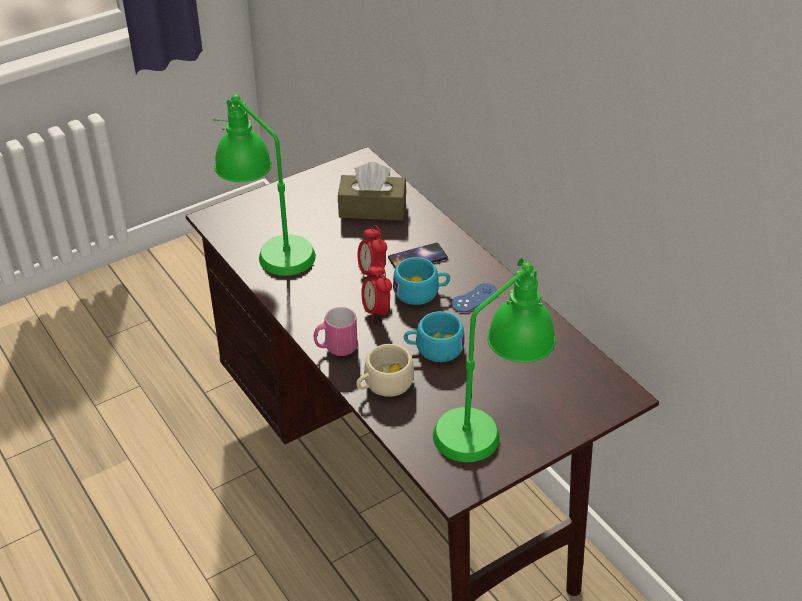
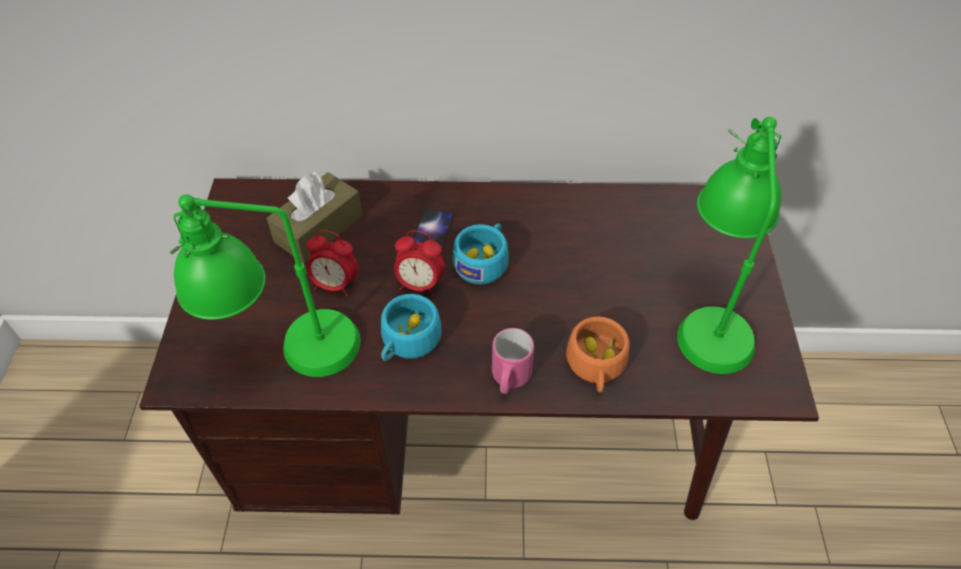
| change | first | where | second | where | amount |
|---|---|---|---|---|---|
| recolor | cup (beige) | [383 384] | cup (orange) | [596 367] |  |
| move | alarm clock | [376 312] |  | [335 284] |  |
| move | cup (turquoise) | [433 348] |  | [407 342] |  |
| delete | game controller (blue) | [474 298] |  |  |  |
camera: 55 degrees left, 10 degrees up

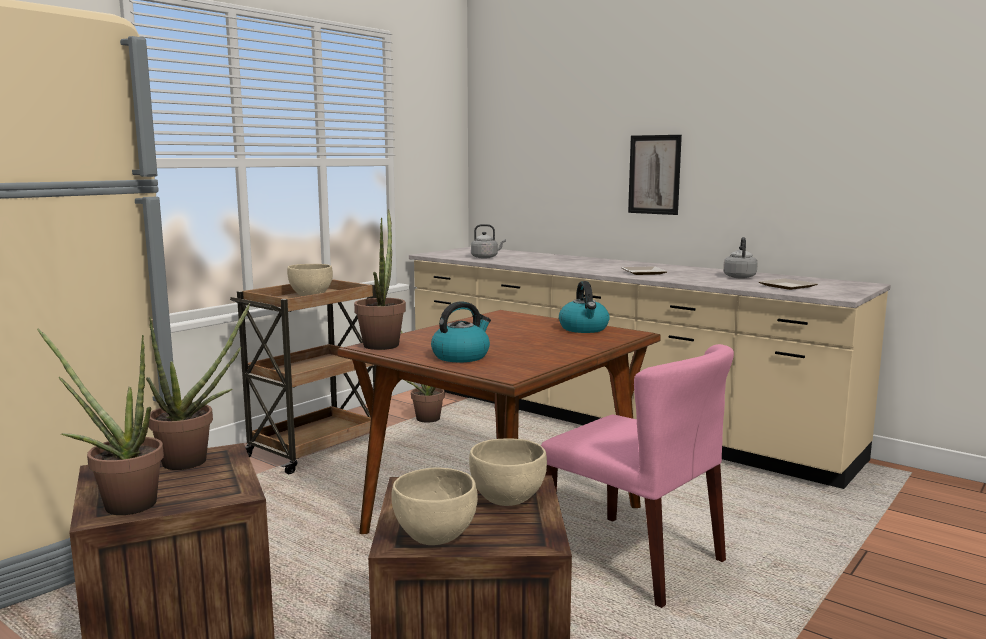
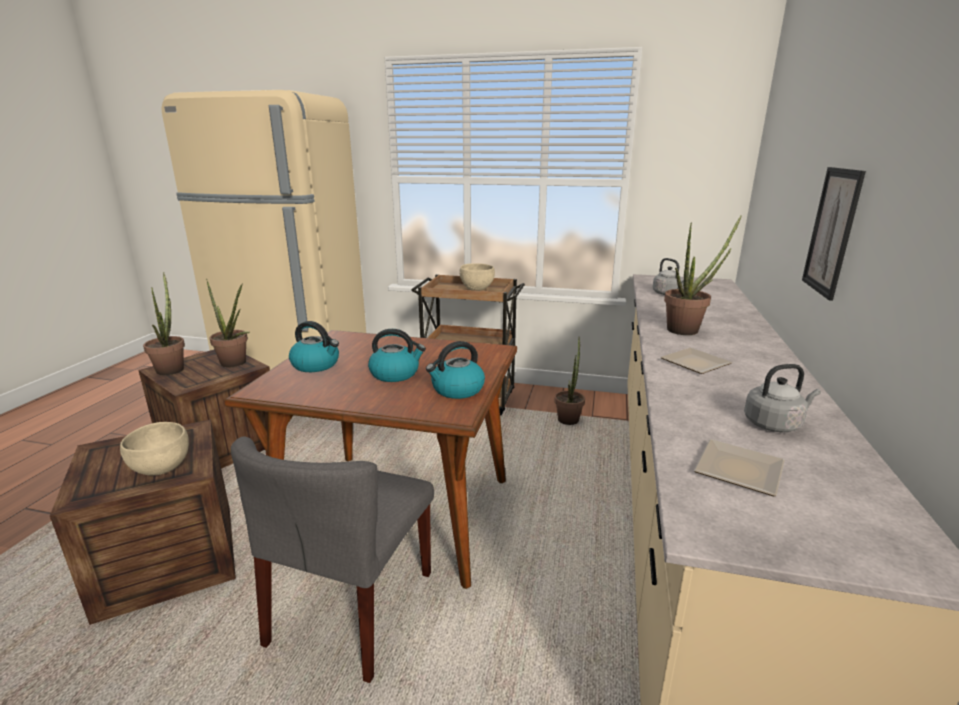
| change | first | where | second | where | amount |
|---|---|---|---|---|---|
| move | potted plant | [383 343] |  | [688 329] |  |
| delete | bowl (beige) | [435 537] |  |  |  |
| recolor | chair (pink) | [635 559] | chair (grey) | [352 608] |  |
| insert |  |  | kettle | [395 374] |  |
camera: 65 degrees right, 10 degrees up

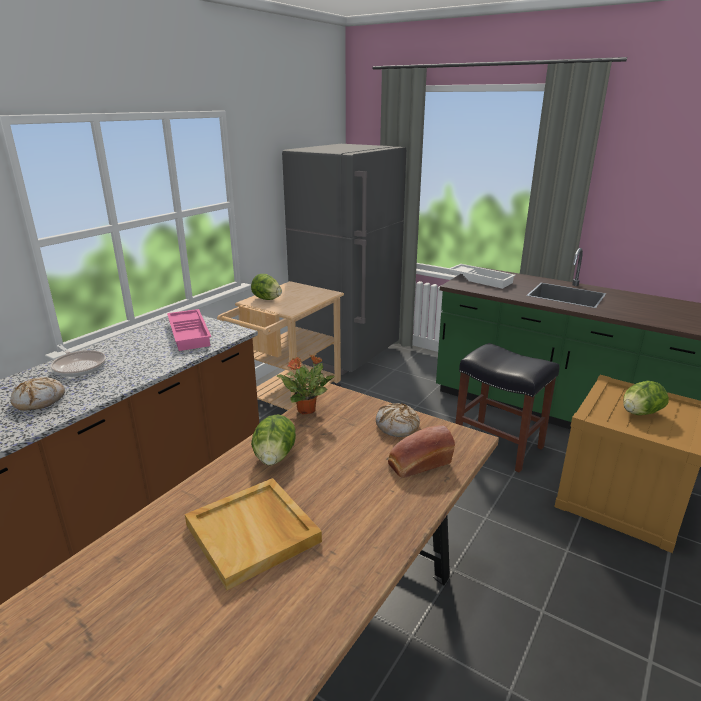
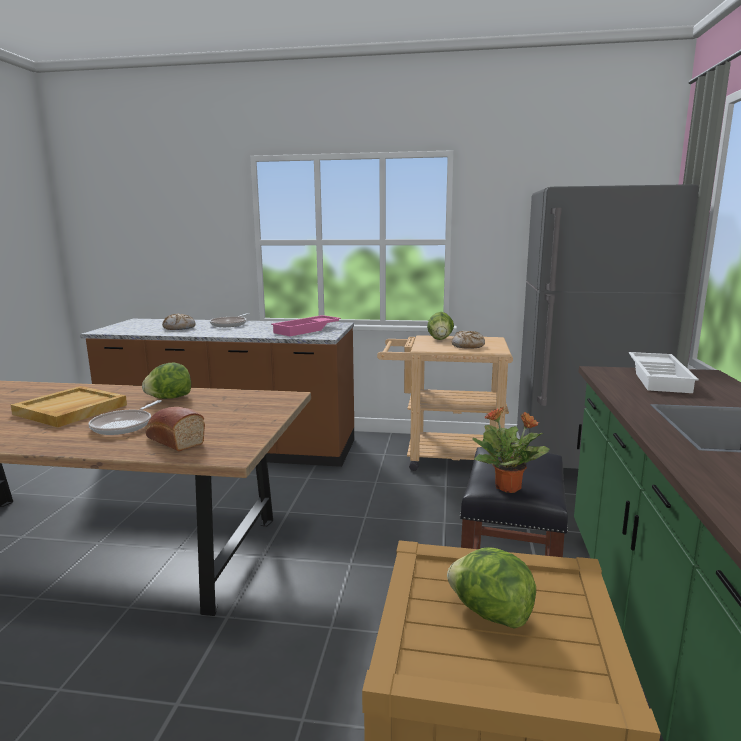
| change | first | where | second | where | amount |
|---|---|---|---|---|---|
| move | potted plant | [307 410] |  | [509 488] |  |
| move | bread | [397 426] |  | [468 346] |  |
| insert |  |  | frying pan | [124 425] |  |
camera: 65 degrees right, 10 degrees down

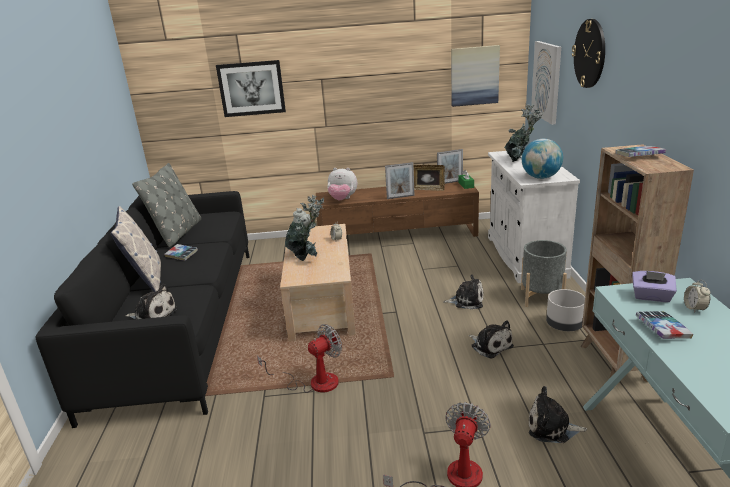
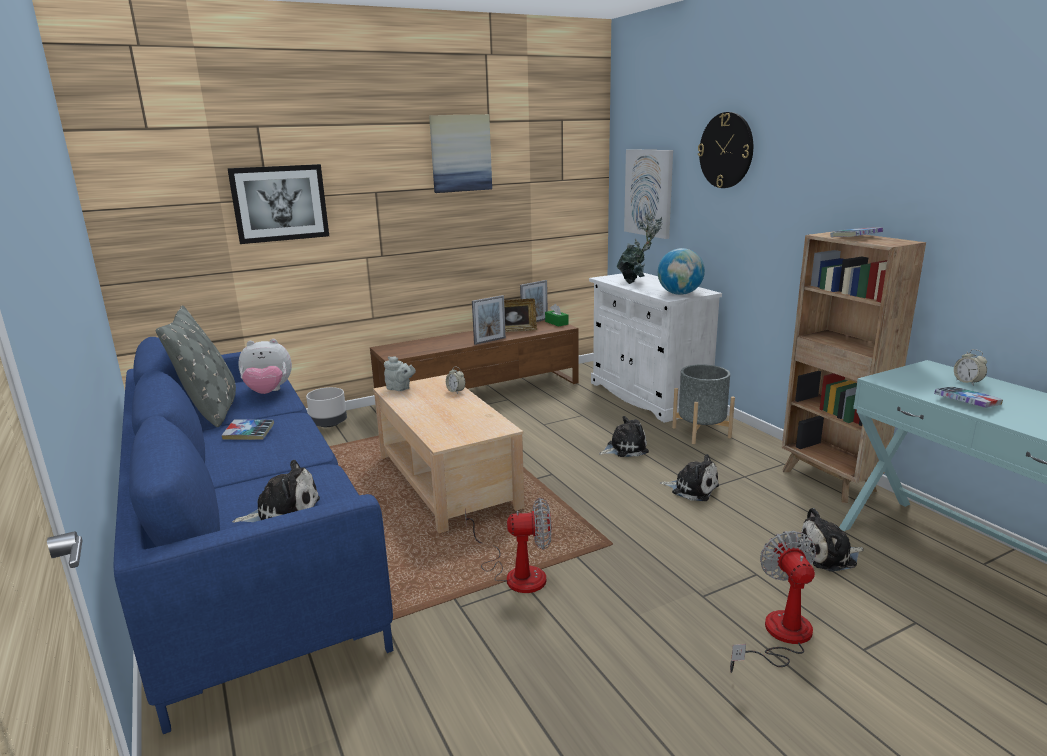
| change | first | where | second | where | amount |
|---|---|---|---|---|---|
| recolor | sofa (black) | [181 322] | sofa (blue) | [248 542] |  |
| delete | pillow | [146 280] |  |  |  |
| rotate | fan | [314 382] |  | [516 573] | 60 degrees clockwise |
| delete | potted plant | [307 257] |  |  |  |
| move | plush toy | [342 199] |  | [268 392] |  |
| move | picture | [474 76] |  | [460 153] |  |
| move | planter (grey) | [564 326] |  | [329 424] |  |
| delete | tissue box (purple) | [651 297] |  |  |  |
camera: 25 degrees left, 5 degrees down

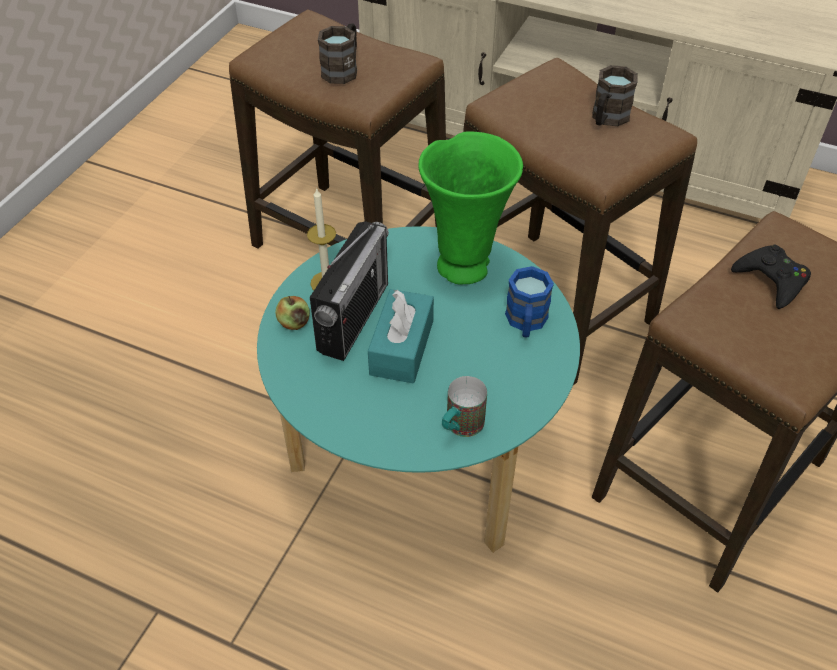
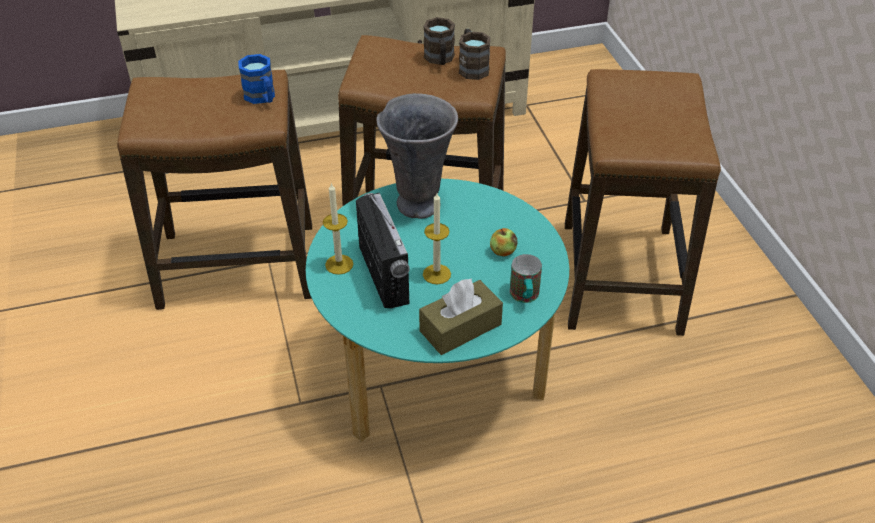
| change | first | where | second | where | amount |
|---|---|---|---|---|---|
| move | apple | [294 323] |  | [503 251] |  |
| move | mug (brown) | [343 69] |  | [472 67] |  |
| replace | tissue box (turquoise) | [402 347] | candle | [436 274] |  |
| recolor | vase (green) | [465 265] | vase (grey) | [418 203] |  |
| move | mug (blue) | [526 323] |  | [262 98] |  |
| delete | game controller (black) | [771 280] |  |  |  |
| insert |  |  | tissue box (brown) | [460 328] |  |
camera: 40 degrees left, 5 degrees down

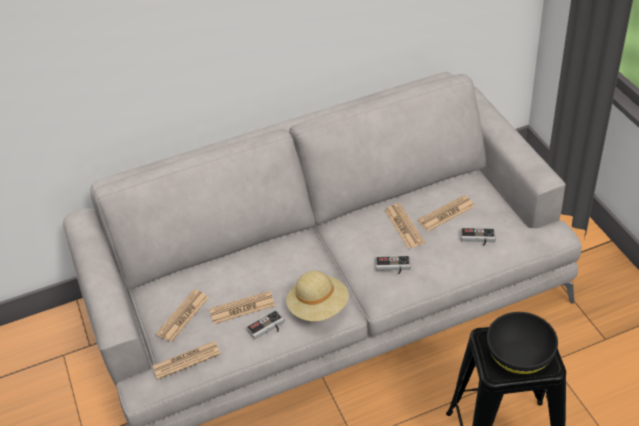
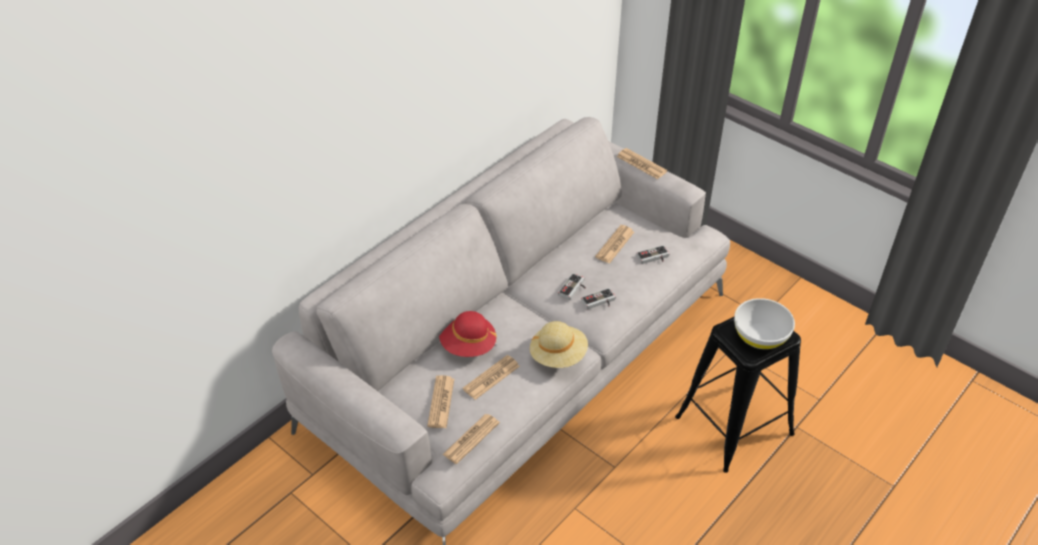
| change | first | where | second | where | amount |
|---|---|---|---|---|---|
| move | game controller | [267 328] |  | [574 289] |  |
| move | newspaper | [404 226] |  | [641 164] |  |
| recolor | bowl (black) | [519 356] | bowl (white) | [760 336] |  |
| insert |  |  | hat (red) | [468 345] |  |
camera: 30 degrees left, 0 degrees up

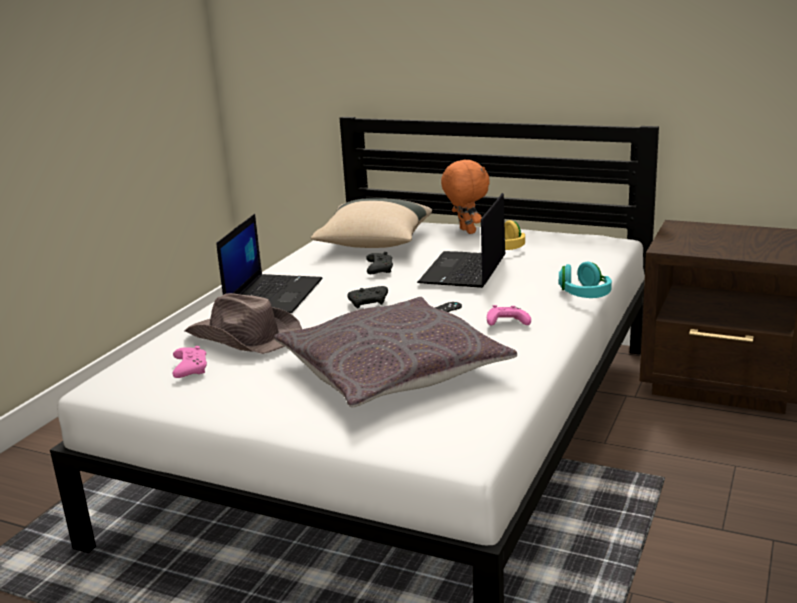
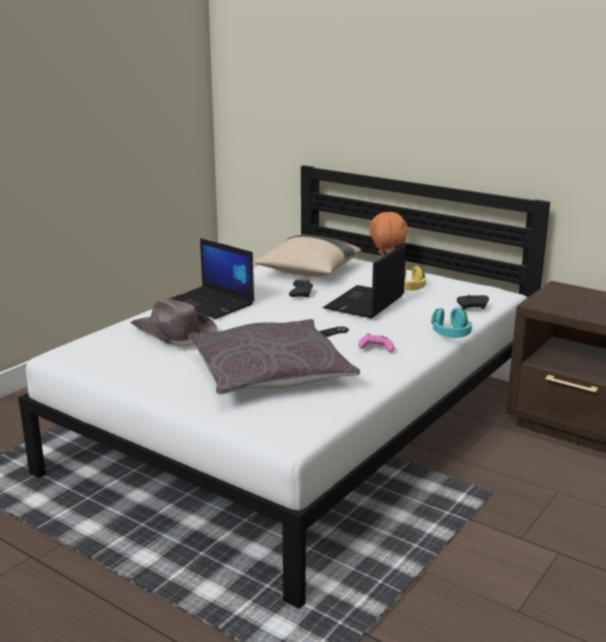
| change | first | where | second | where | amount |
|---|---|---|---|---|---|
| delete | game controller (pink) | [190 369] |  |  |  |
| rotate | laptop | [274 294] |  | [211 303] | 105 degrees clockwise |
| move | game controller (black) | [369 303] |  | [473 307] |  |
camera: 10 degrees right, 0 degrees up

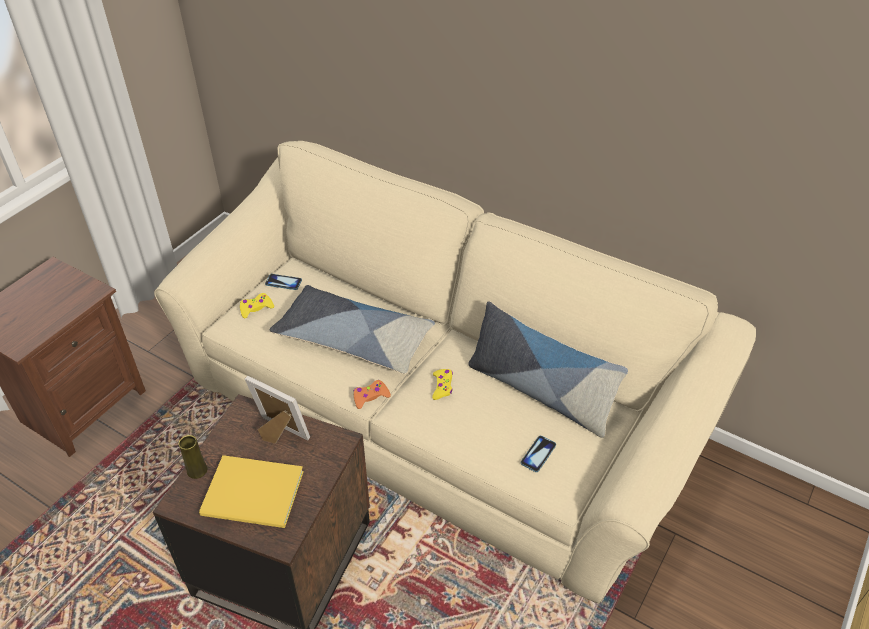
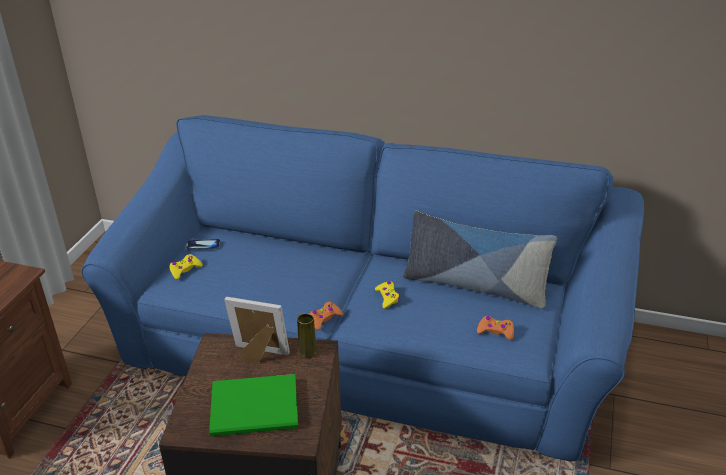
| change | first | where | second | where | amount |
|---|---|---|---|---|---|
| recolor | sofa (beige) | [435 412] | sofa (blue) | [365 344] |  |
| move | vase (yellow) | [197 470] |  | [307 352] |  |
| recolor | book (yellow) | [255 496] | book (green) | [257 409] |  |
| delete | pillow | [353 339] |  |  |  |
| replace | phone | [538 454] | game controller (orange) | [495 331] |  |
camera: 15 degrees left, 10 degrees down

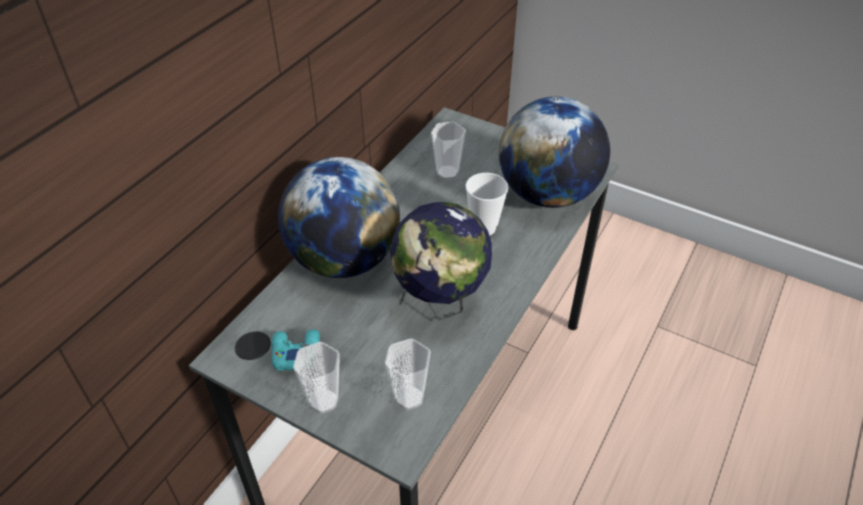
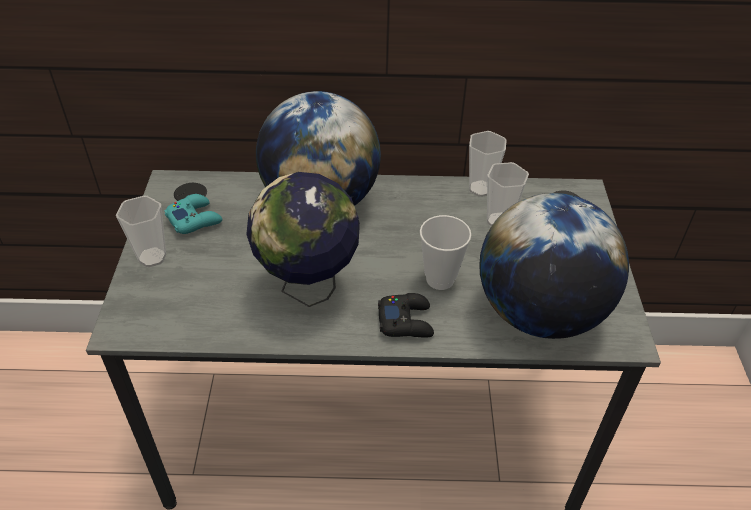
| change | first | where | second | where | amount |
|---|---|---|---|---|---|
| move | cup | [409 397] |  | [480 189] |  |
| insert |  |  | game controller (black) | [406 321] |  |
camera: 60 degrees right, 0 degrees up

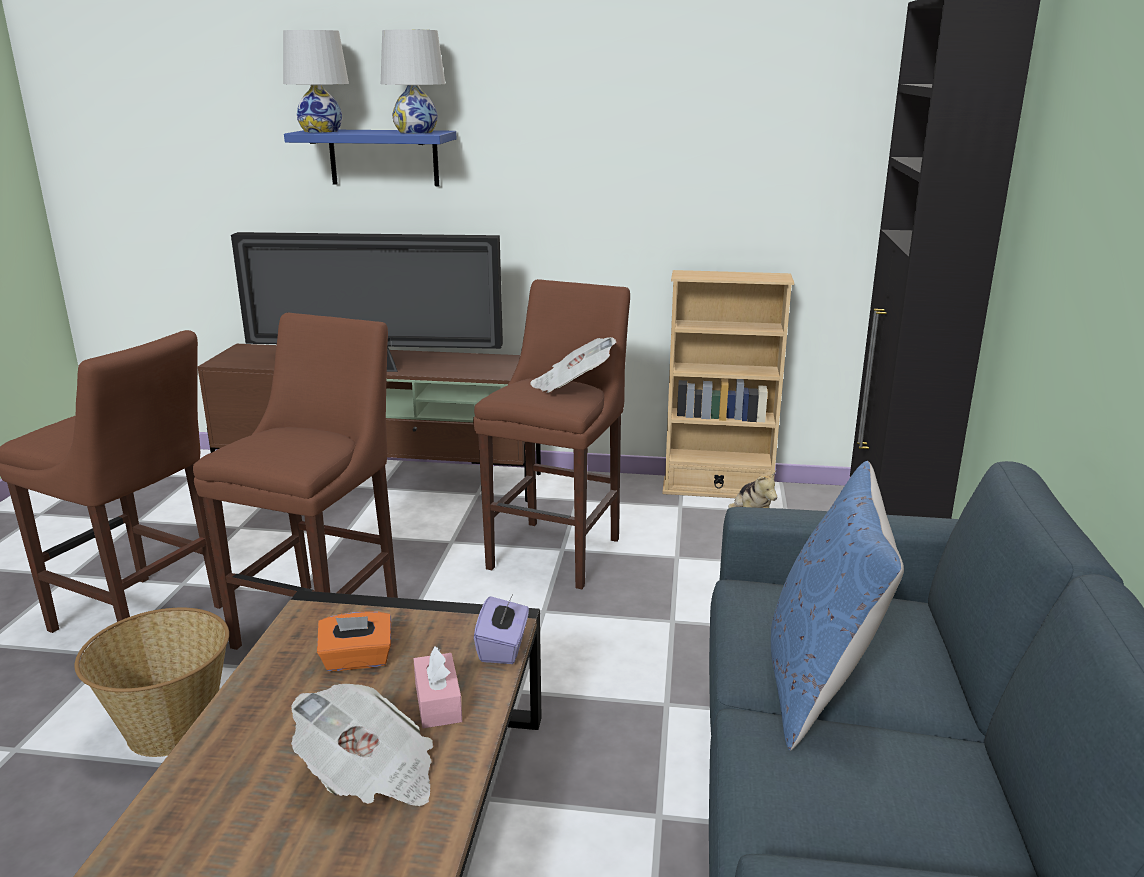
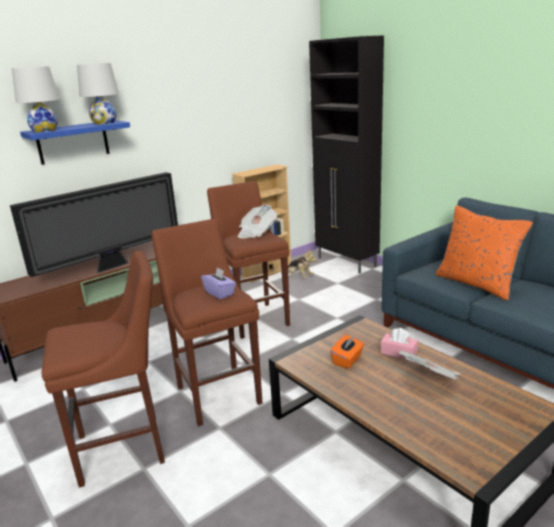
| change | first | where | second | where | amount |
|---|---|---|---|---|---|
| delete | basket | [170 727] |  |  |  |
| move | tissue box (purple) | [503 647] |  | [220 293] |  |
| recolor | pillow (blue) | [820 680] | pillow (orange) | [477 283] |  |
camera: 45 degrees left, 0 degrees up

